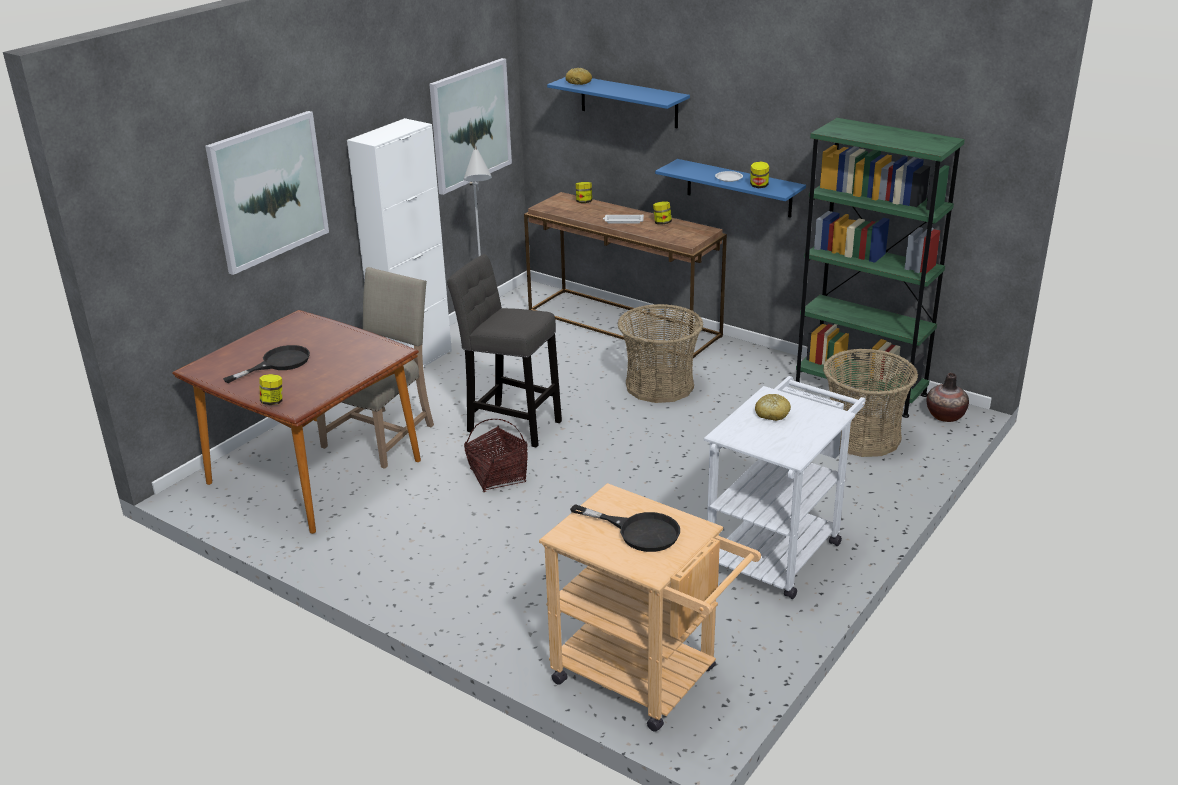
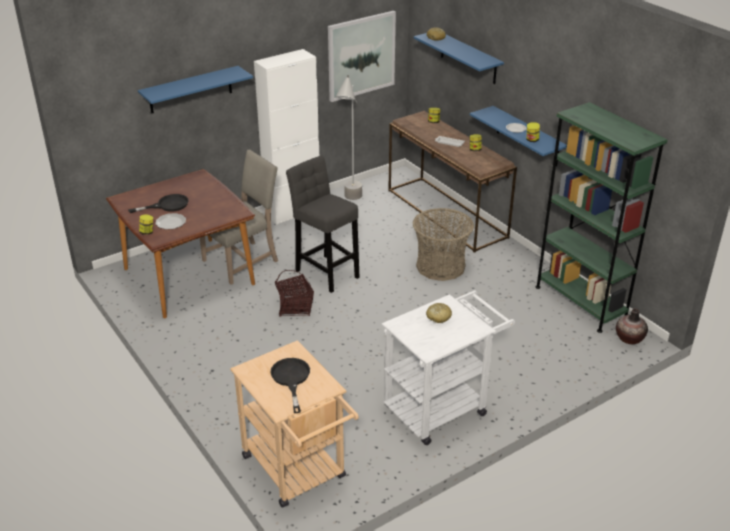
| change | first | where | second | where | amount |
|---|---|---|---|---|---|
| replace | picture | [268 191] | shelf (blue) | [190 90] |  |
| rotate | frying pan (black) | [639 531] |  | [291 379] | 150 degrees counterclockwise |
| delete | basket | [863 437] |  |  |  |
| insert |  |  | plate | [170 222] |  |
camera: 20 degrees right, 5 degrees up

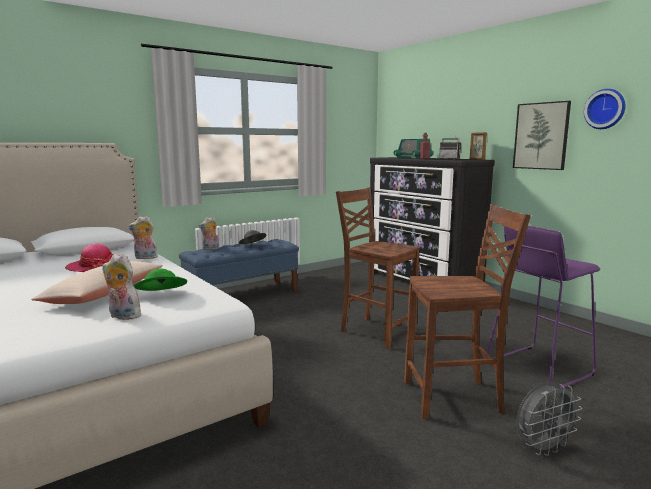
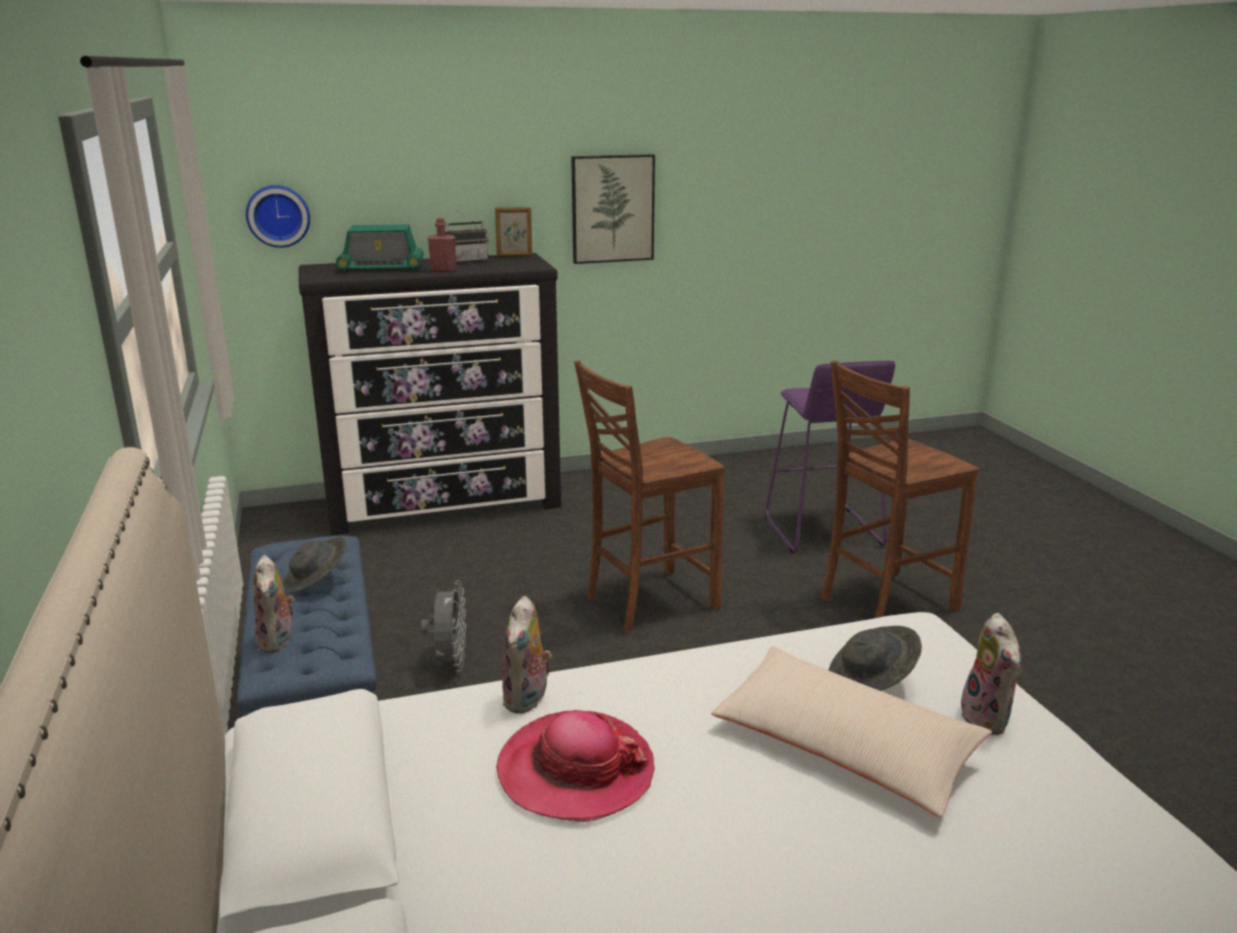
| change | first | where | second | where | amount |
|---|---|---|---|---|---|
| rotate | plush toy | [122 316] |  | [989 719] | 45 degrees counterclockwise |
| recolor | hat (green) | [161 296] | hat (grey) | [872 681] |  |
| rotate | chair (brown) | [454 398] |  | [884 603] | 135 degrees counterclockwise |
| move | fan (grey) | [542 448] |  | [450 663] |  |
| move | wall clock | [605 109] |  | [278 215] |  |
camera: 70 degrees left, 10 degrees up

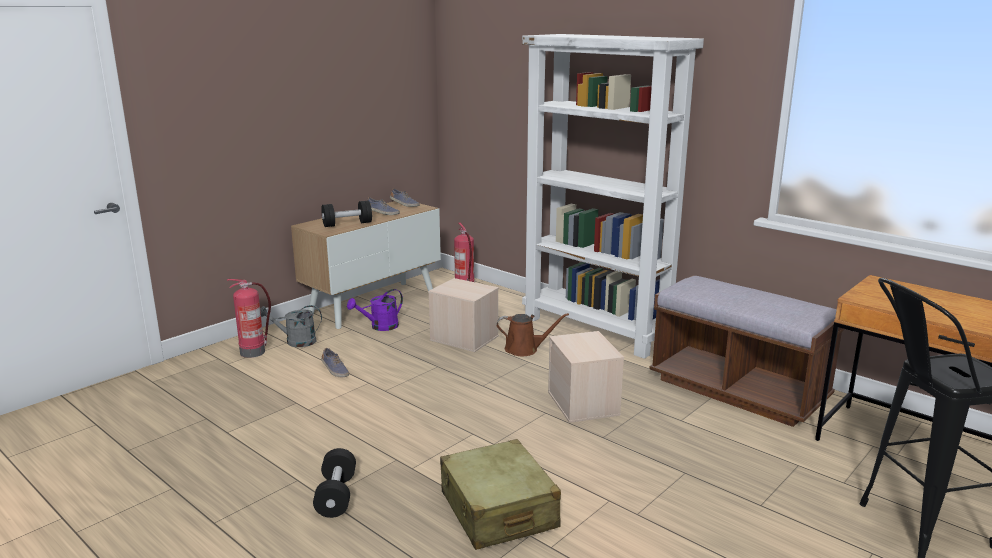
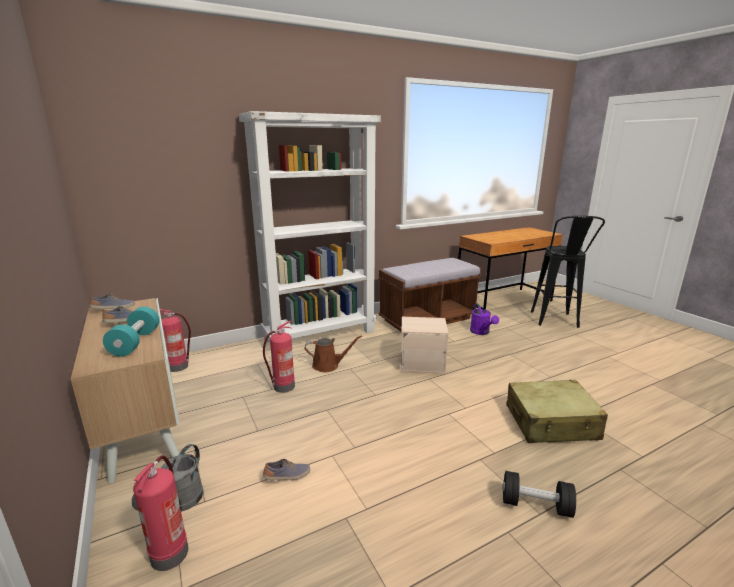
| change | first | where | second | where | amount |
|---|---|---|---|---|---|
| recolor | dumbbell (black) | [347 224] | dumbbell (turquoise) | [135 342] |  |
| move | watering can (purple) | [380 327] |  | [481 332] |  |
| replace | storage box (beige) | [463 338] | fire extinguisher | [283 387] |  |
| rotate | watering can (brown) | [525 349] |  | [328 365] | 60 degrees clockwise |
camera: 70 degrees left, 0 degrees up

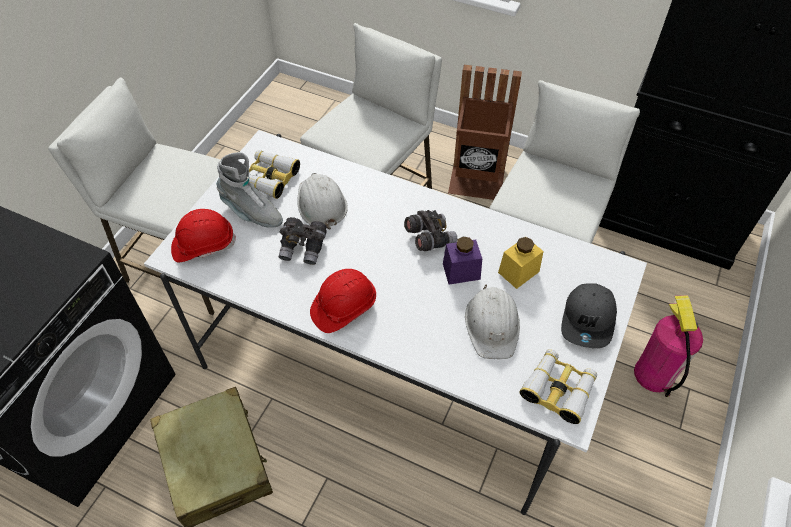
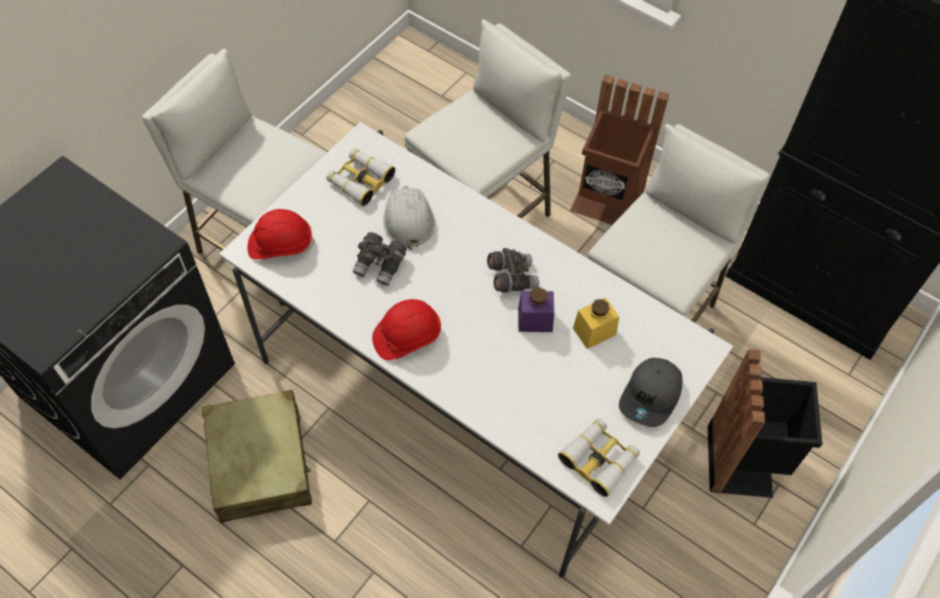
| change | first | where | second | where | amount |
|---|---|---|---|---|---|
| delete | boot (grey) | [251 213] |  |  |  |
| delete | hard hat (white) | [492 325] |  |  |  |
| replace | fire extinguisher | [653 374] | trash can (black) | [743 461] |  |
camera: 10 degrees right, 5 degrees up

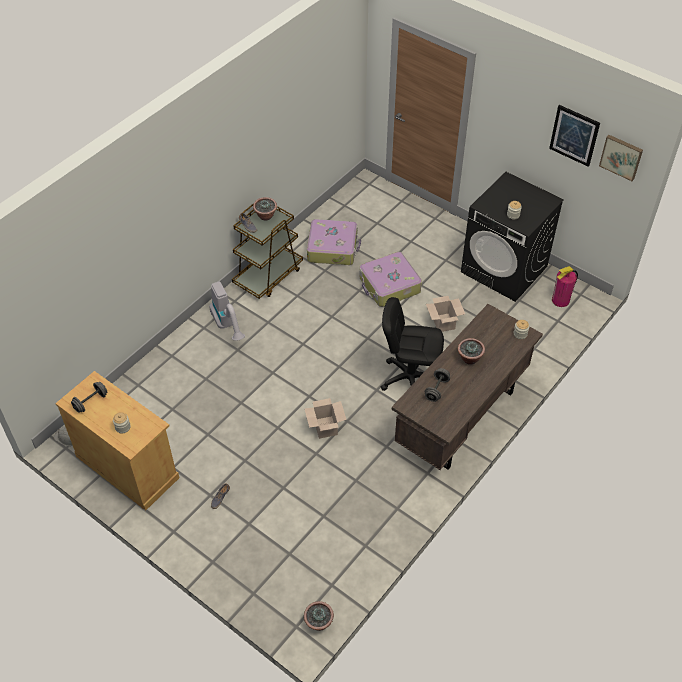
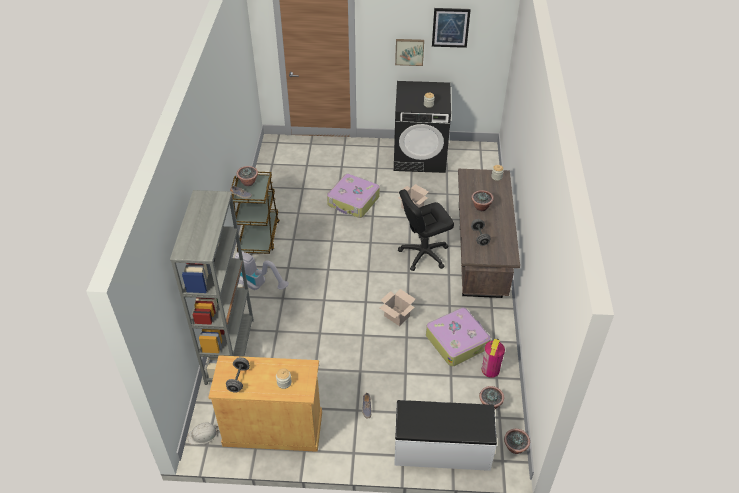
| change | first | where | second | where | amount |
|---|---|---|---|---|---|
| move | suitcase | [333 248] |  | [457 341] |  |
| move | fire extinguisher | [560 300] |  | [490 370] |  |
| move | picture | [621 156] |  | [409 51] |  |
| insert |  |  | bookcase (grey) | [230 350] |  |
| insert |  |  | bench (white) | [442 449] |  |
| insert |  |  | potted plant | [490 404] |  |
camera: 35 degrees left, 5 degrees down

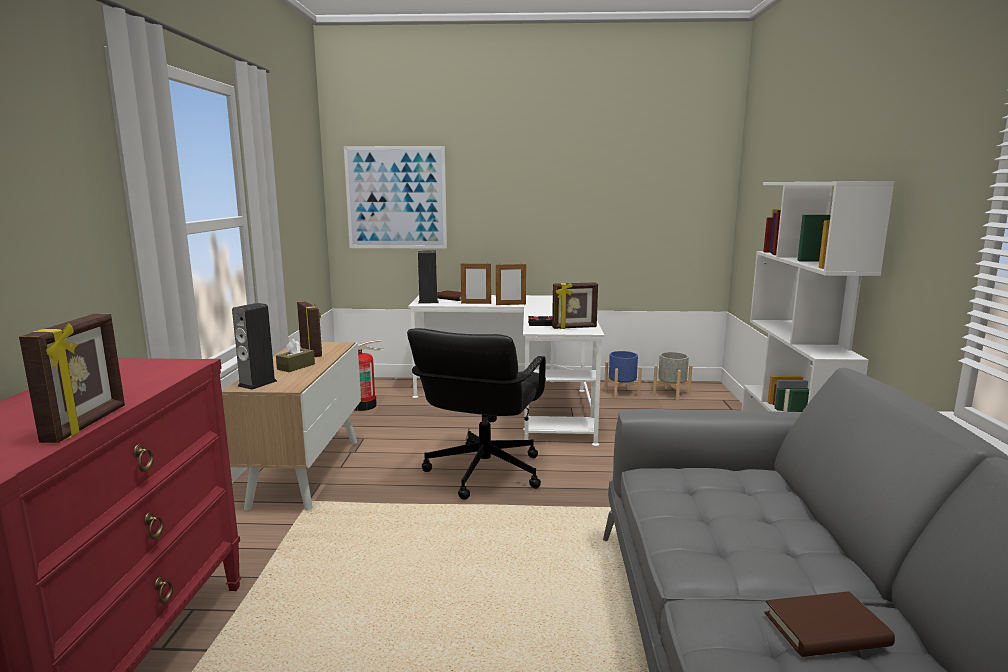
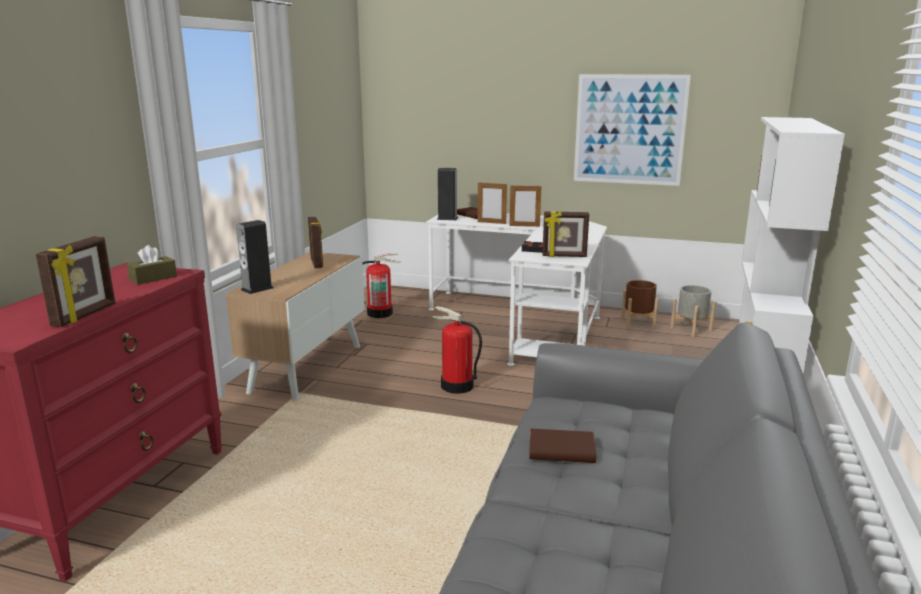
| change | first | where | second | where | amount |
|---|---|---|---|---|---|
| move | tissue box (brown) | [296 366] |  | [153 278] |  |
| move | picture | [396 198] |  | [629 130] |  |
| replace | office chair (black) | [483 472] | fire extinguisher | [456 386] |  |
| recolor | planter (blue) | [621 392] | planter (brown) | [638 323] |  |
| move | book (brown) | [826 630] |  | [561 450] |  |
camera: 15 degrees right, 5 degrees up

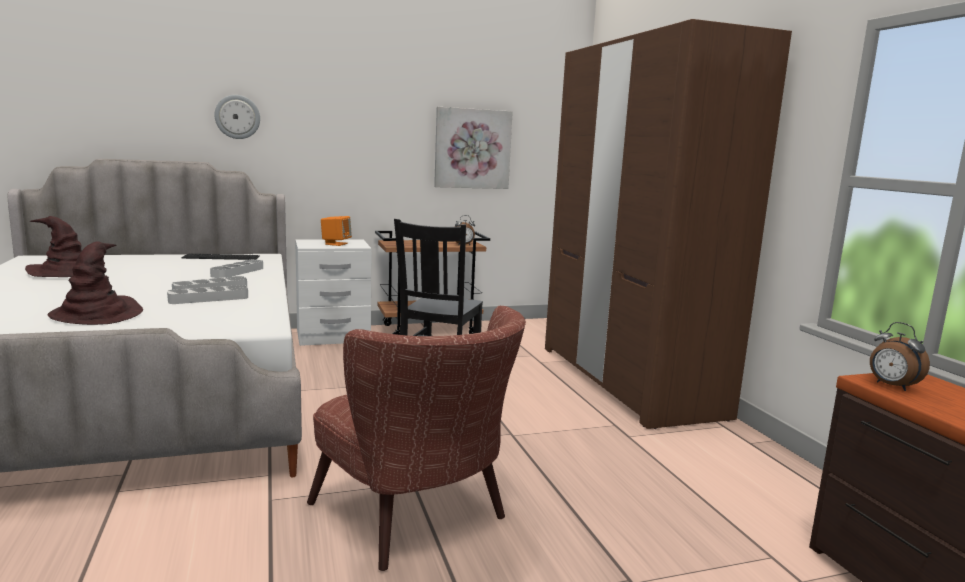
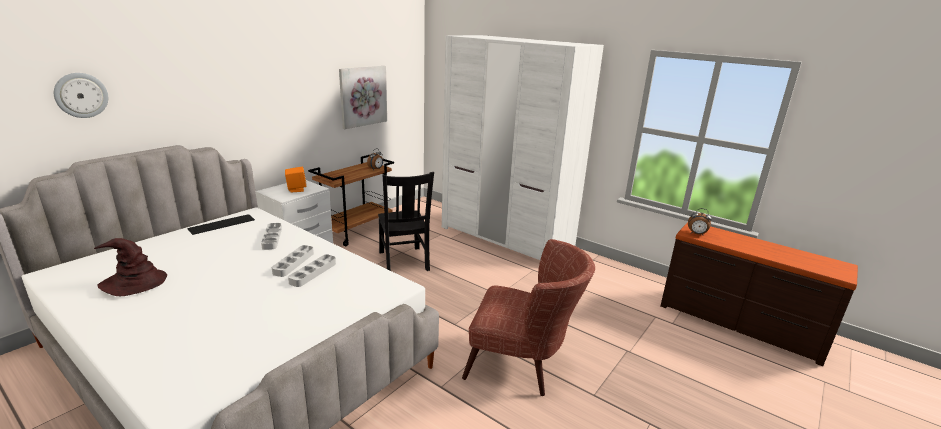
| change | first | where | second | where | amount |
|---|---|---|---|---|---|
| delete | hat (brown) | [98 314] |  |  |  |
| move | wall clock | [237 117] |  | [81 95] |  |
| recolor | wardrobe (brown) | [627 380] | wardrobe (white) | [506 237] |  |
camera: 35 degrees left, 10 degrees up

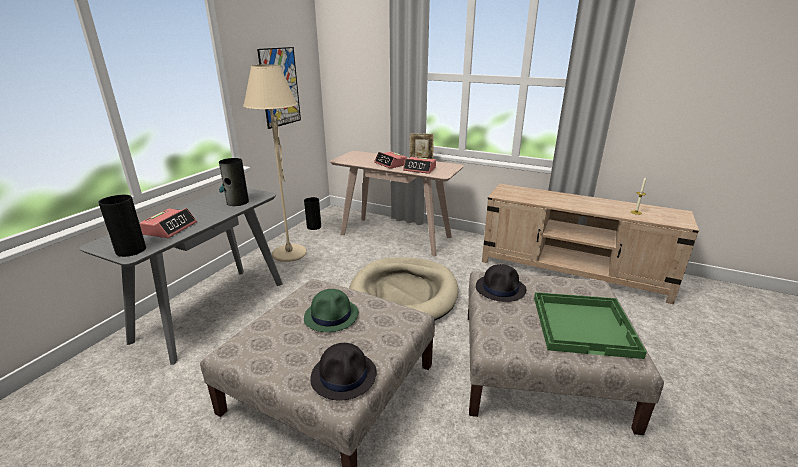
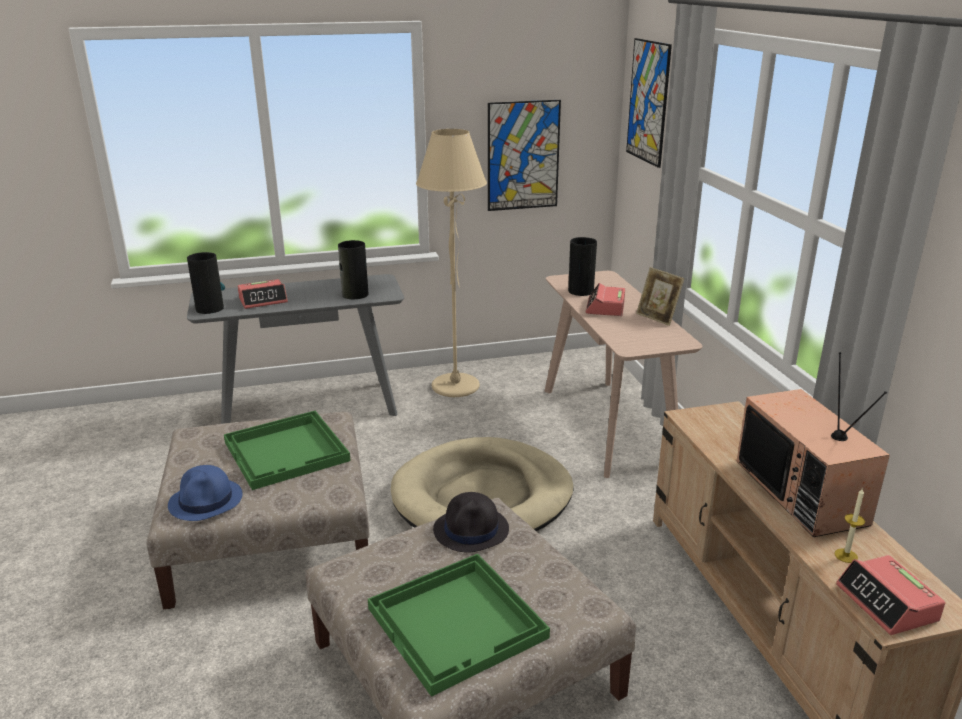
| change | first | where | second | where | amount |
|---|---|---|---|---|---|
| move | vase | [313 226] |  | [581 291] |  |
| replace | hat (green) | [332 316] | tray (green) | [287 451] |  |
| recolor | hat (black) | [344 375] | hat (blue) | [206 501] |  |
| move | alarm clock | [419 169] |  | [887 603] |  |
| insert |  |  | picture | [648 102] |  |
| insert |  |  | television | [804 492] |  |
camera: 50 degrees right, 0 degrees up

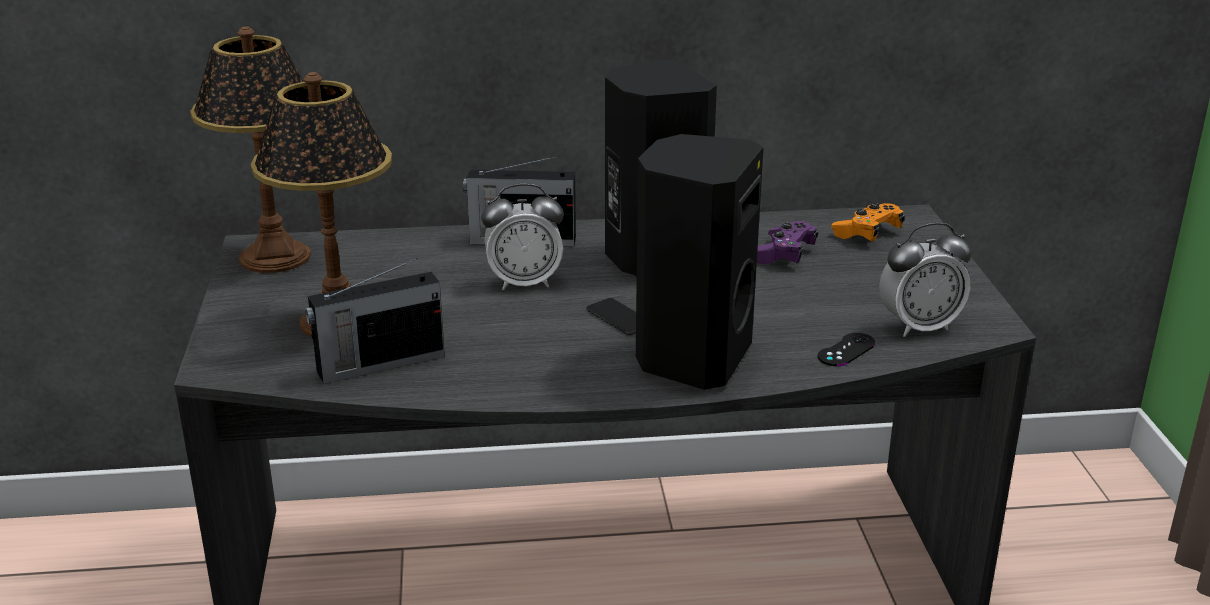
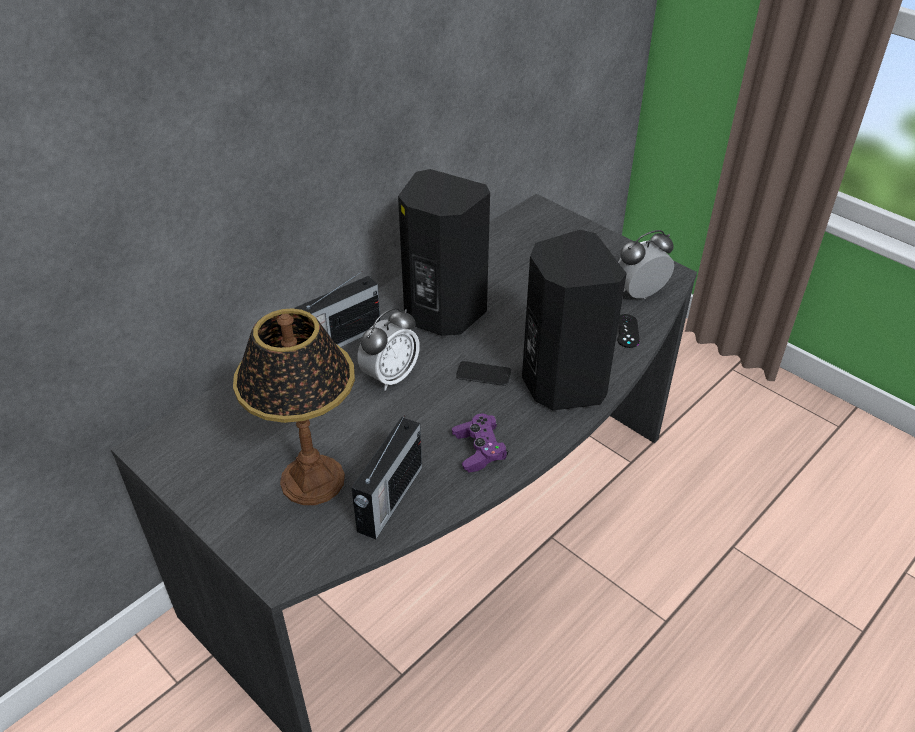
| change | first | where | second | where | amount |
|---|---|---|---|---|---|
| delete | table lamp | [274 257] |  |  |  |
| move | game controller (purple) | [783 255] |  | [479 450] |  |
| delete | game controller (orange) | [867 233] |  |  |  |
| rotate | alarm clock | [919 327] |  | [640 293] | 150 degrees counterclockwise |
camera: 40 degrees left, 15 degrees up

